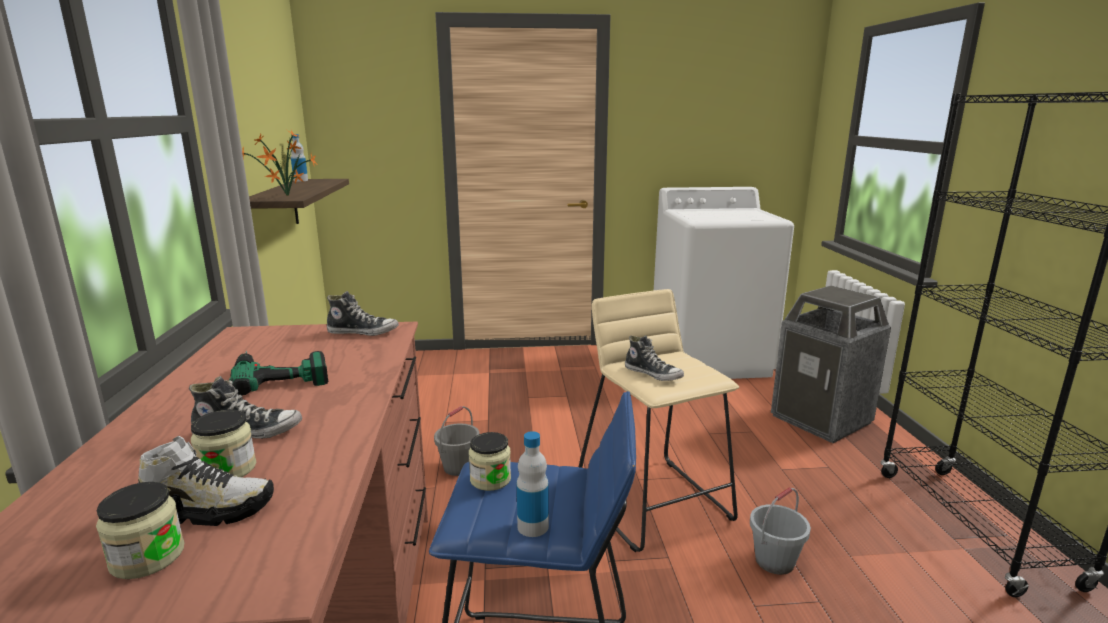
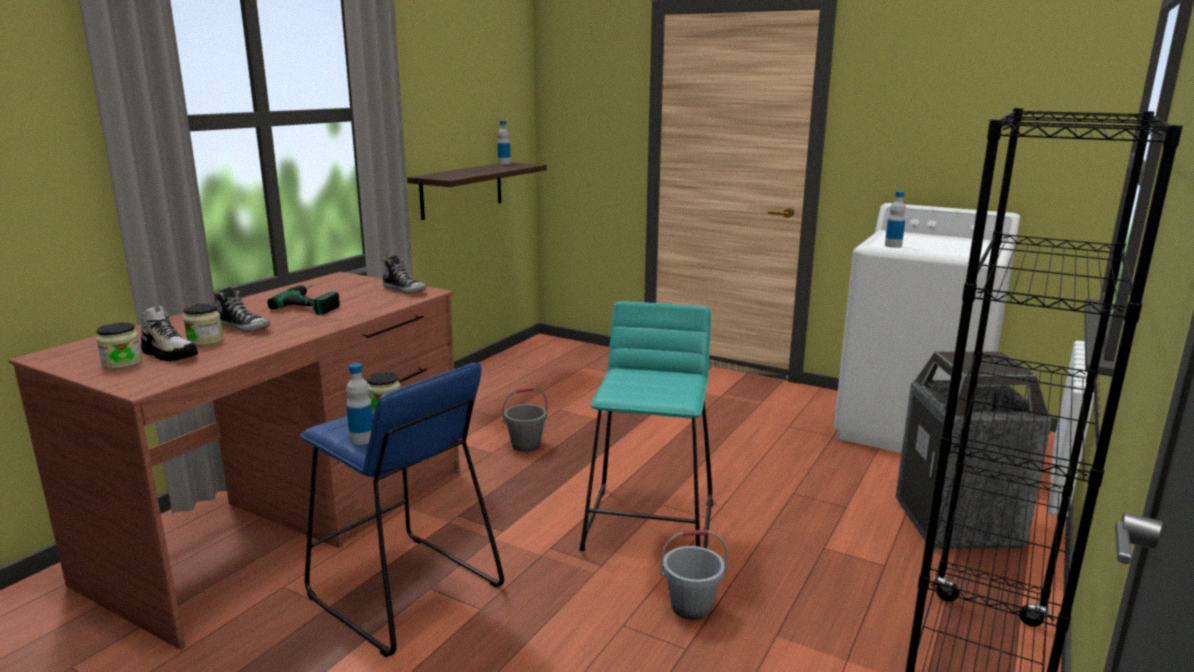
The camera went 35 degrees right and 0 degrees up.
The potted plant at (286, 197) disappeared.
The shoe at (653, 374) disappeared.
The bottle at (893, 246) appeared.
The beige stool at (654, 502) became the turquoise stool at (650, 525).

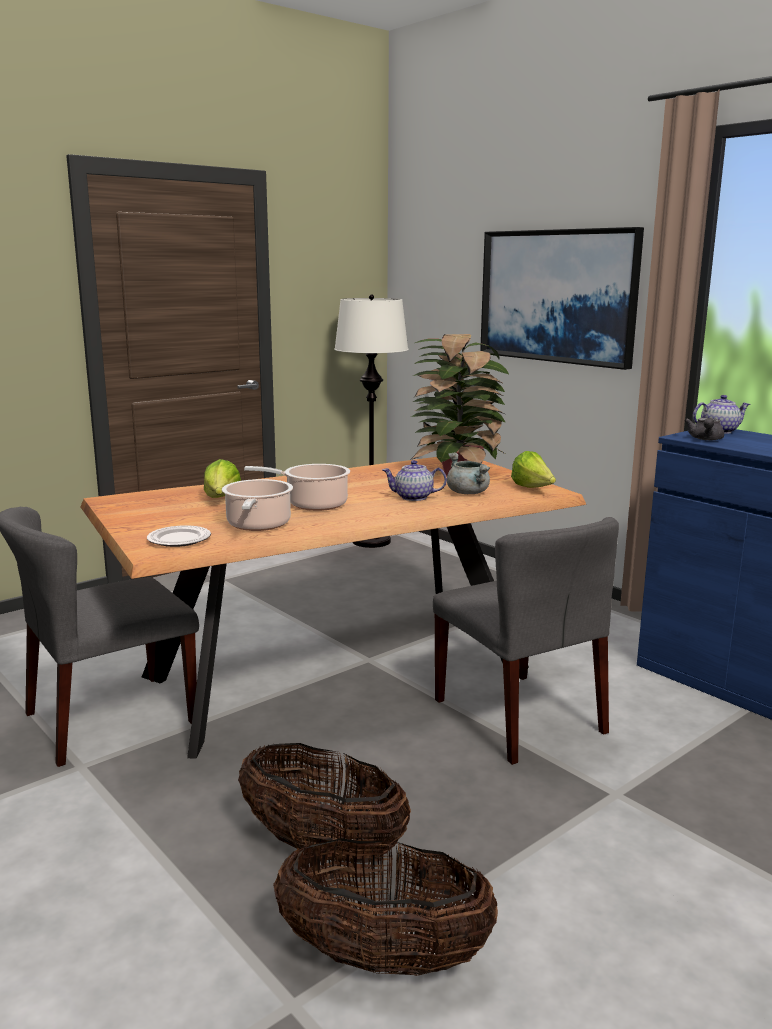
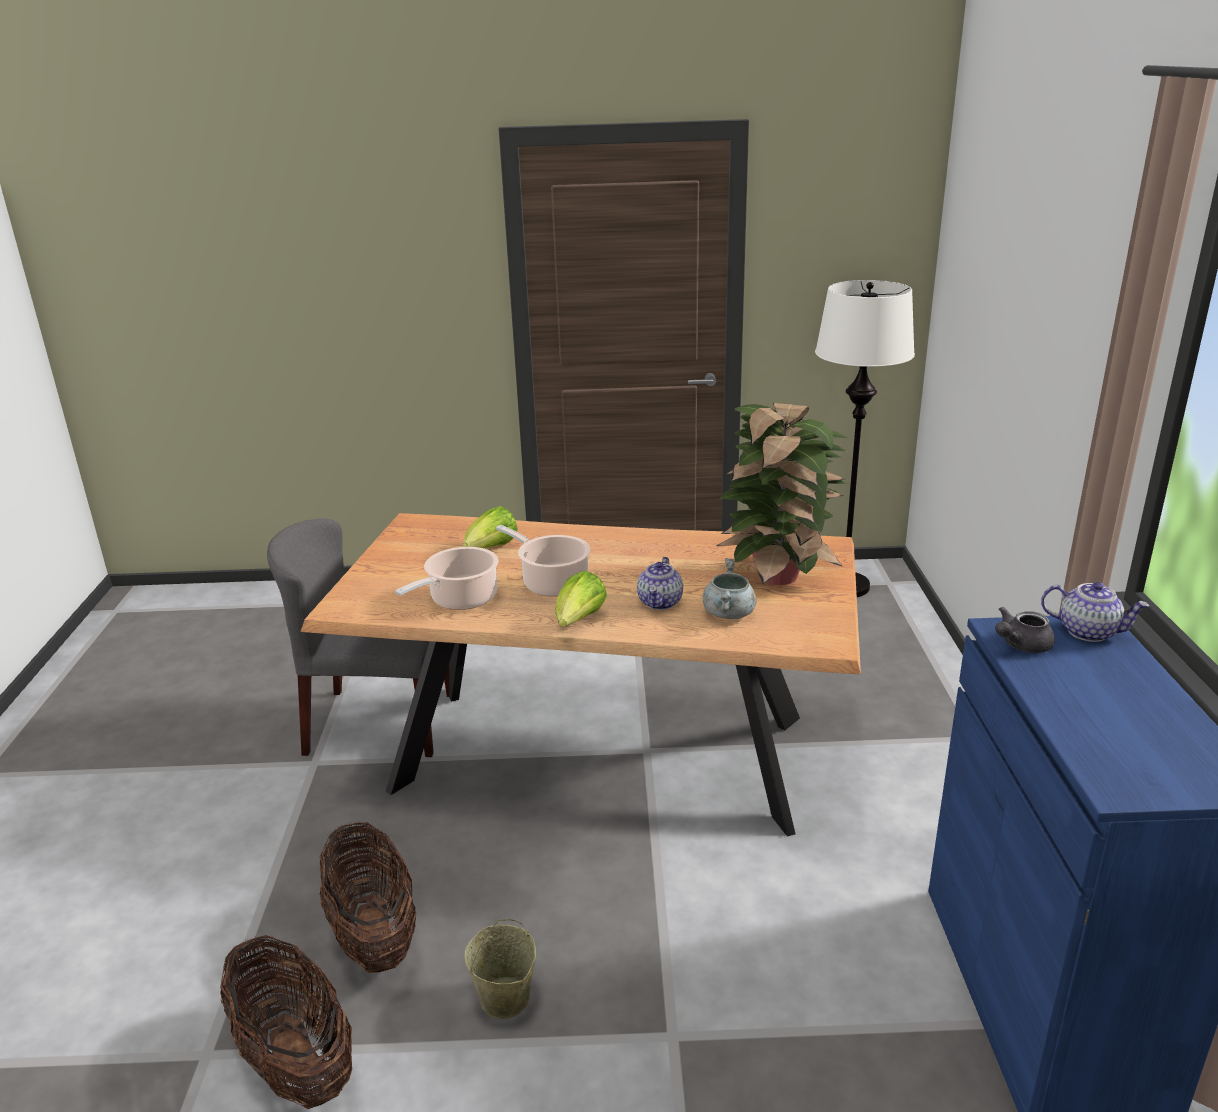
The camera went 40 degrees right and 10 degrees up.
The plate at (179, 539) disappeared.
The grey chair at (520, 716) disappeared.
The picture at (557, 296) disappeared.
The beige bucket at (505, 998) appeared.
The lettuce moved from (533, 489) to (579, 621).
The teapot at (413, 497) turned 120 degrees counterclockwise.

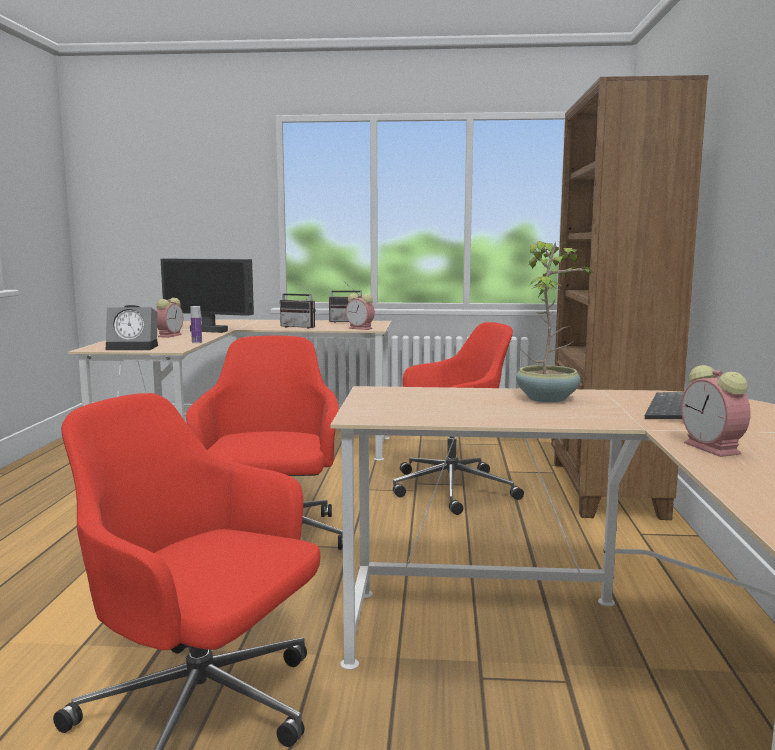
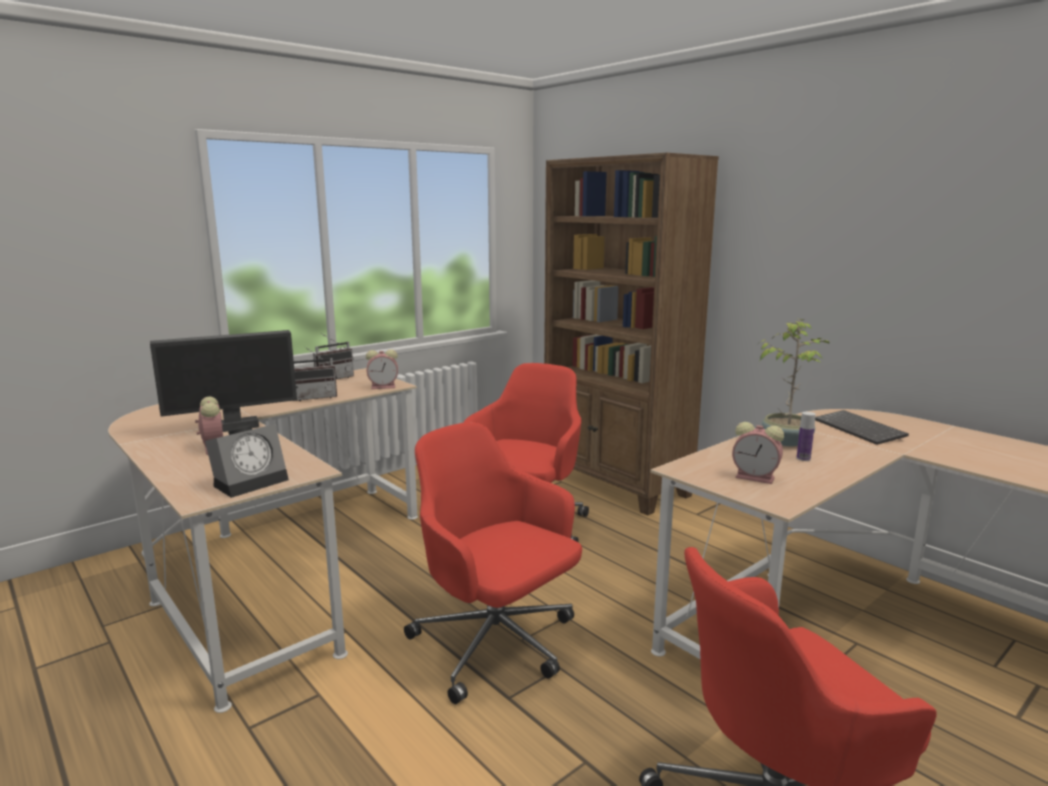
The camera went 45 degrees left and 5 degrees up.
The bottle moved from (197, 342) to (803, 458).
The alarm clock moved from (714, 449) to (756, 477).

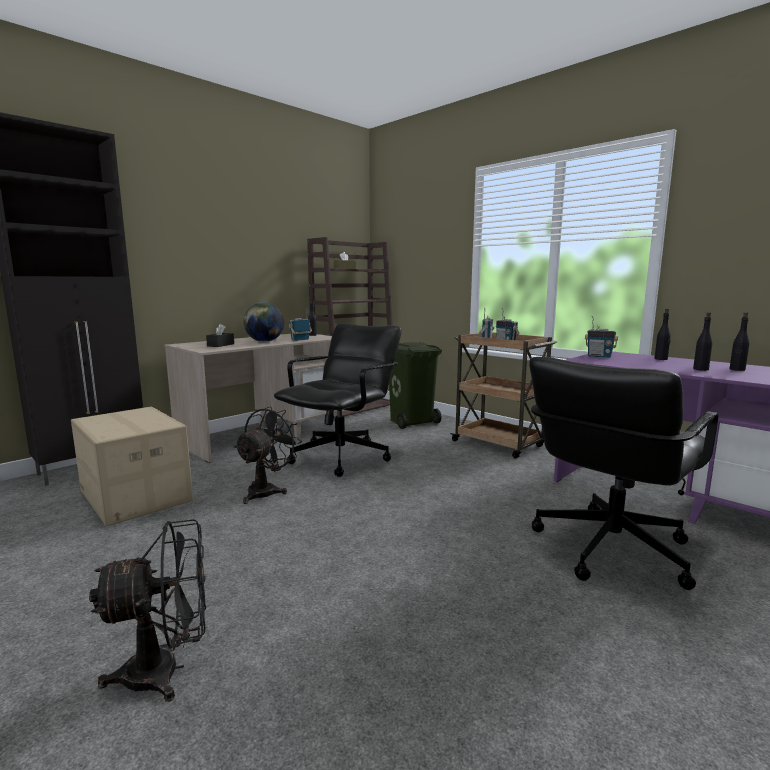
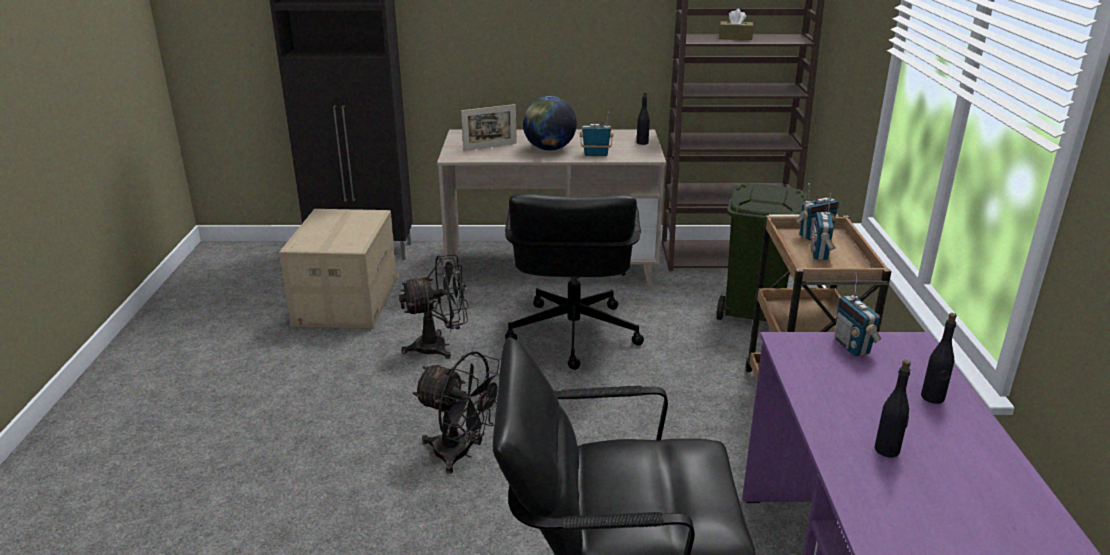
The camera went 45 degrees right and 15 degrees up.
The black bottle at (737, 369) disappeared.
The black fan moved from (167, 671) to (461, 454).
The black tissue box at (220, 345) was replaced by the picture frame at (490, 146).
The black office chair at (342, 457) turned 105 degrees clockwise.

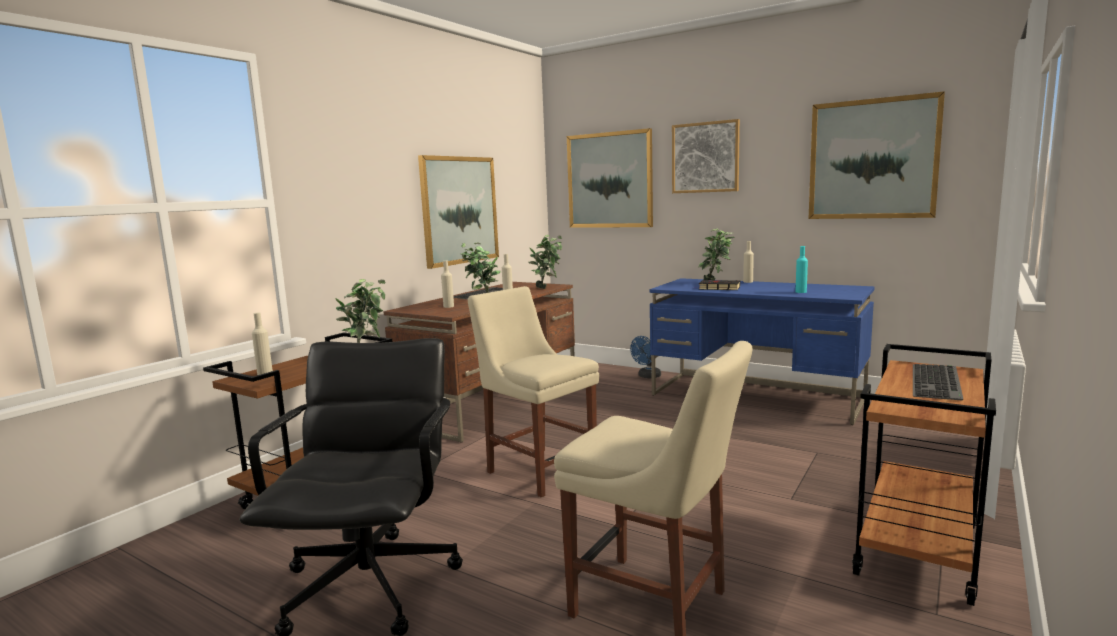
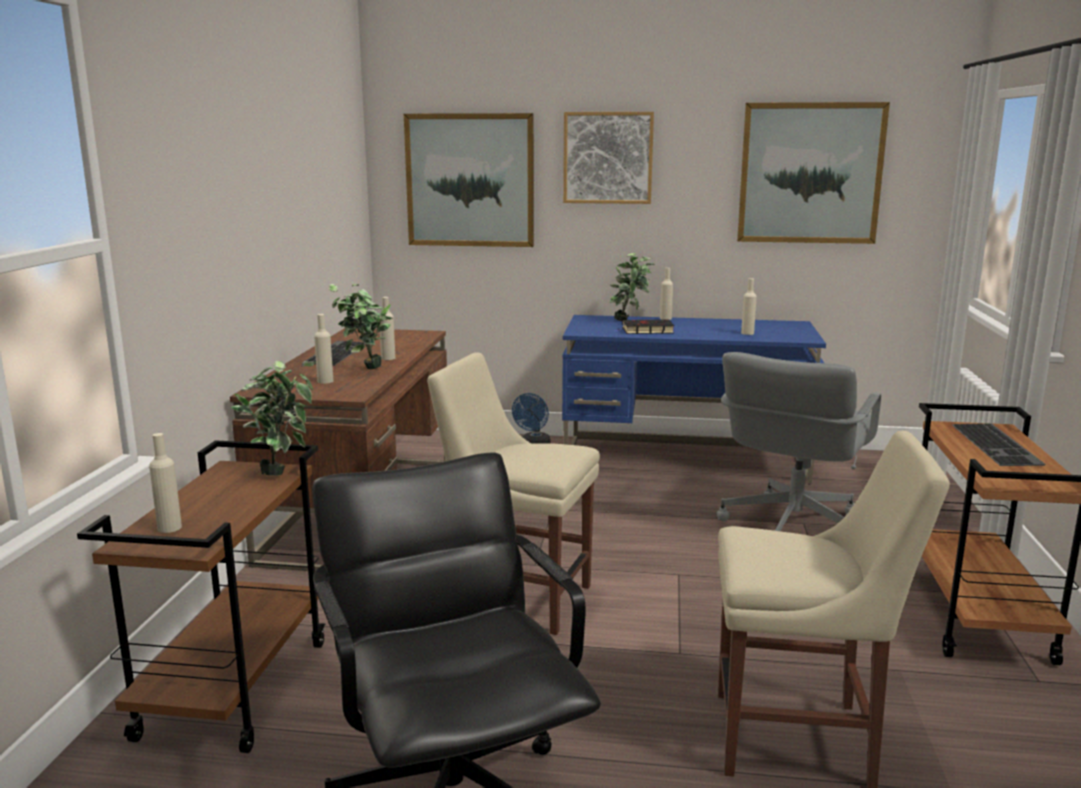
The camera went 25 degrees left and 5 degrees up.
The picture at (459, 210) disappeared.
The potted plant at (547, 288) disappeared.
The grey office chair at (791, 527) appeared.
The turquoise bottle at (801, 292) became the beige bottle at (747, 333).

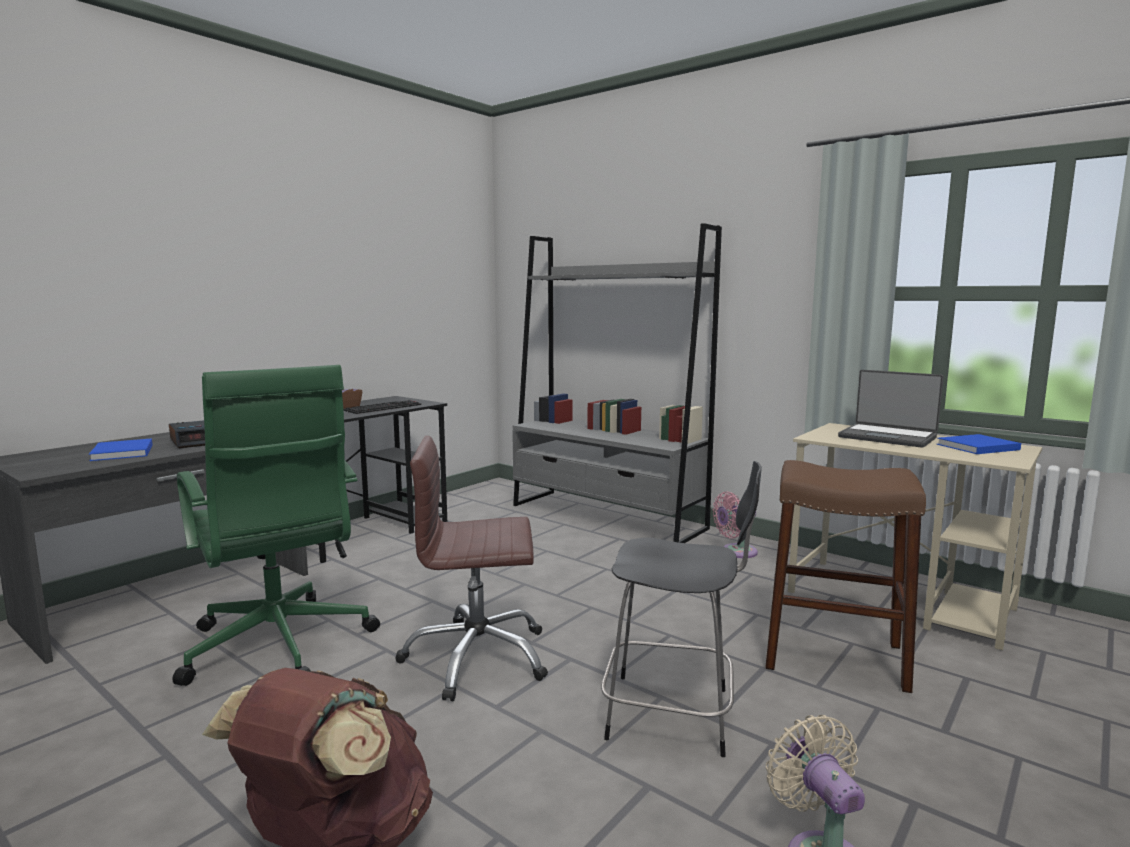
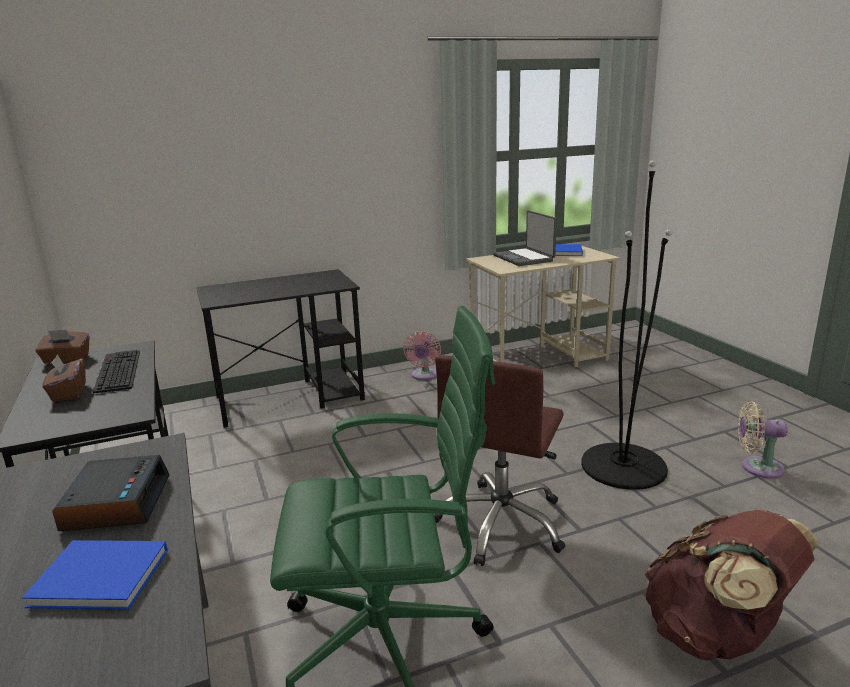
The camera went 60 degrees left and 10 degrees up.
The brown stool at (834, 656) disappeared.
The brown tissue box at (66, 360) appeared.
The grey bookcase at (606, 517) was replaced by the black desk at (291, 398).
The black chair at (674, 714) was replaced by the black floor lamp at (623, 466).
The laptop at (888, 437) turned 90 degrees clockwise.

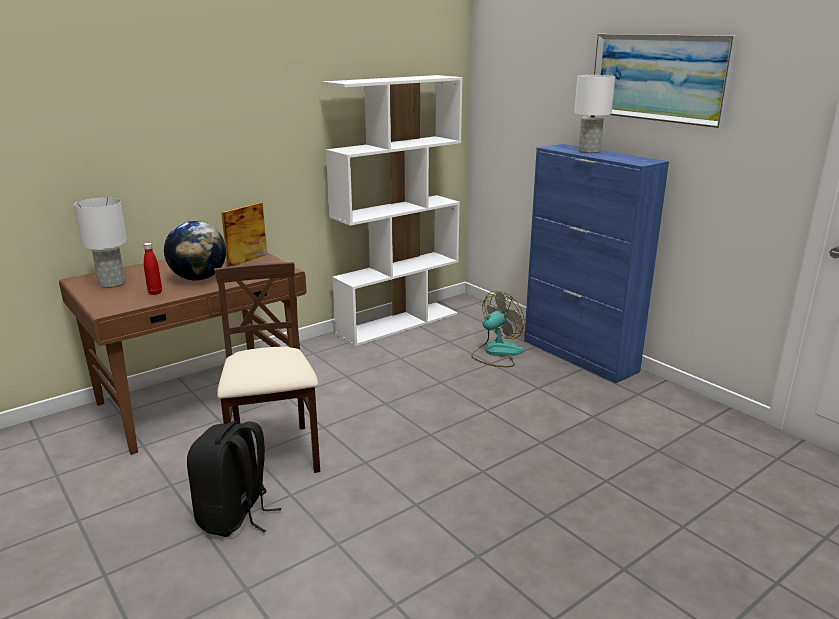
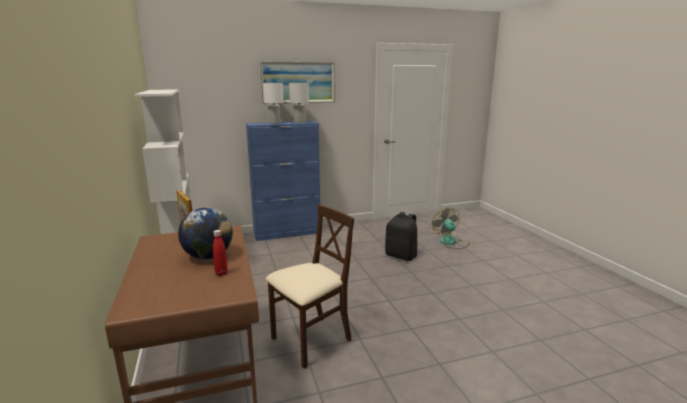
The camera went 70 degrees left and 5 degrees down.
The white table lamp moved from (112, 283) to (299, 122).
The black backpack moved from (235, 516) to (401, 256).
The fan moved from (496, 353) to (451, 242).
The beige chair at (274, 454) turned 135 degrees clockwise.

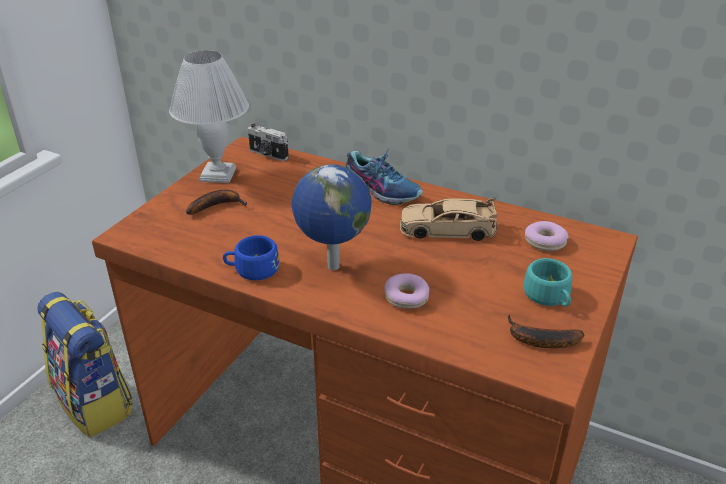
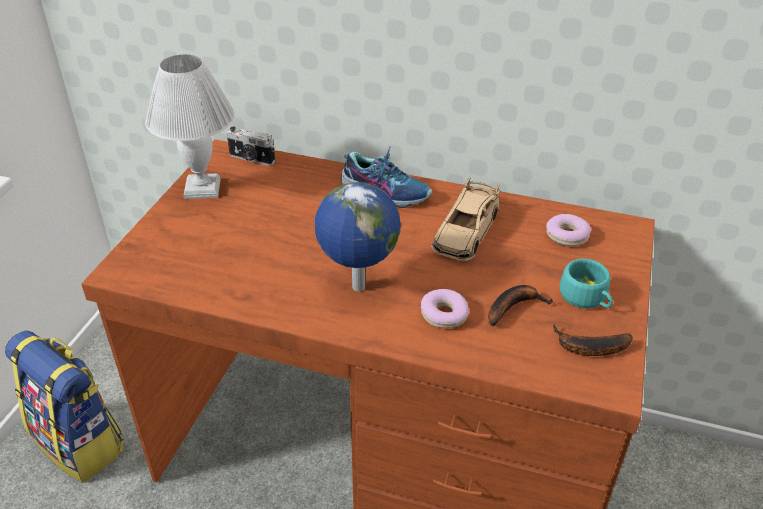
The camera went 10 degrees left and 5 degrees up.
The blue cup at (252, 269) disappeared.
The banana moved from (217, 205) to (513, 306).
The beige toy car at (448, 229) turned 60 degrees counterclockwise.

